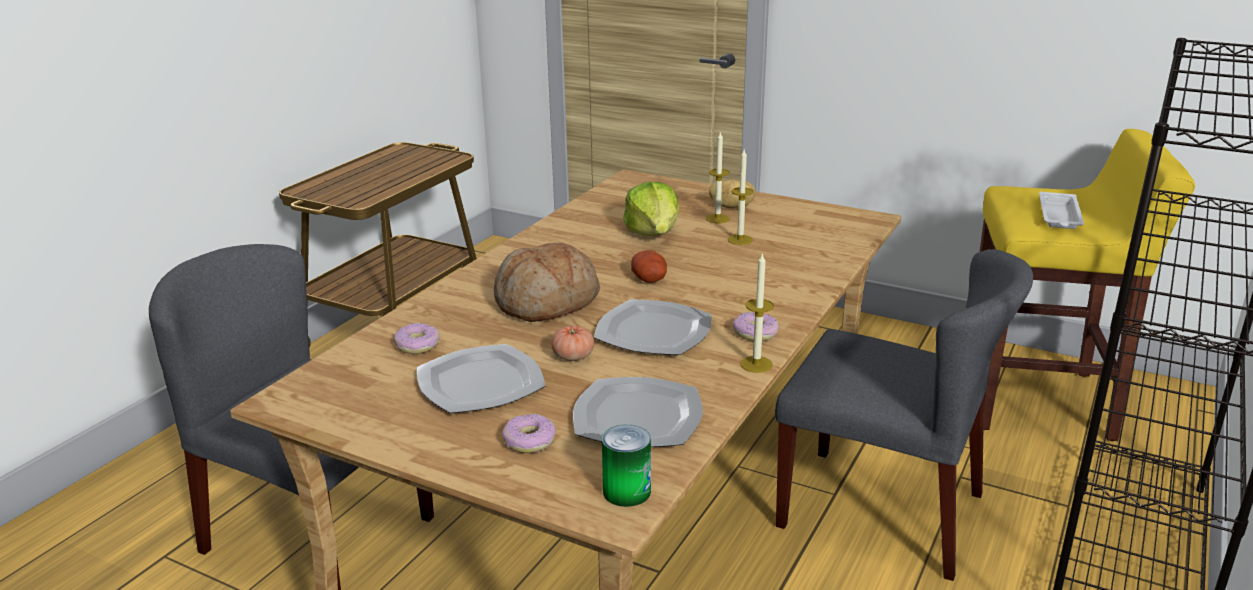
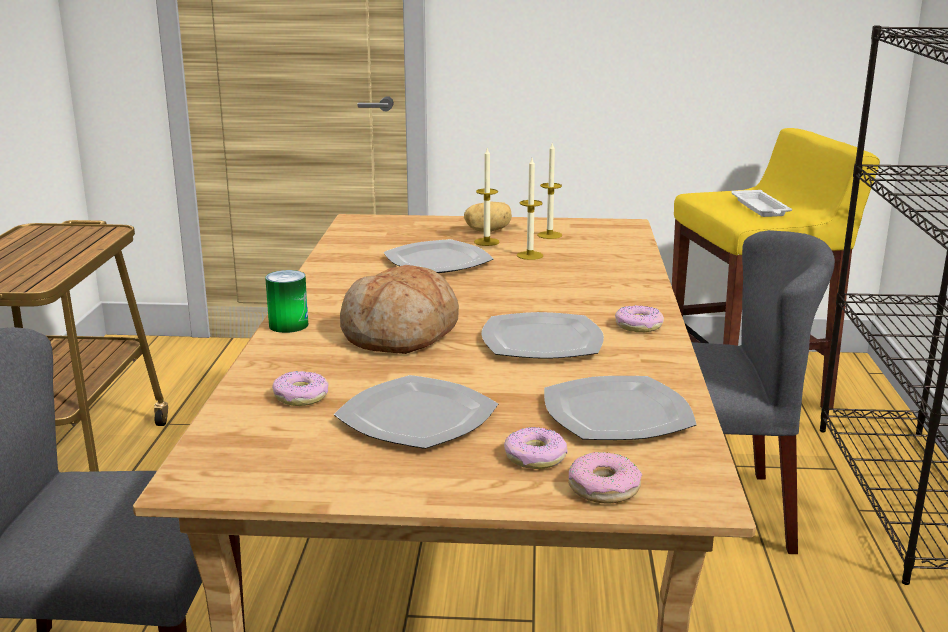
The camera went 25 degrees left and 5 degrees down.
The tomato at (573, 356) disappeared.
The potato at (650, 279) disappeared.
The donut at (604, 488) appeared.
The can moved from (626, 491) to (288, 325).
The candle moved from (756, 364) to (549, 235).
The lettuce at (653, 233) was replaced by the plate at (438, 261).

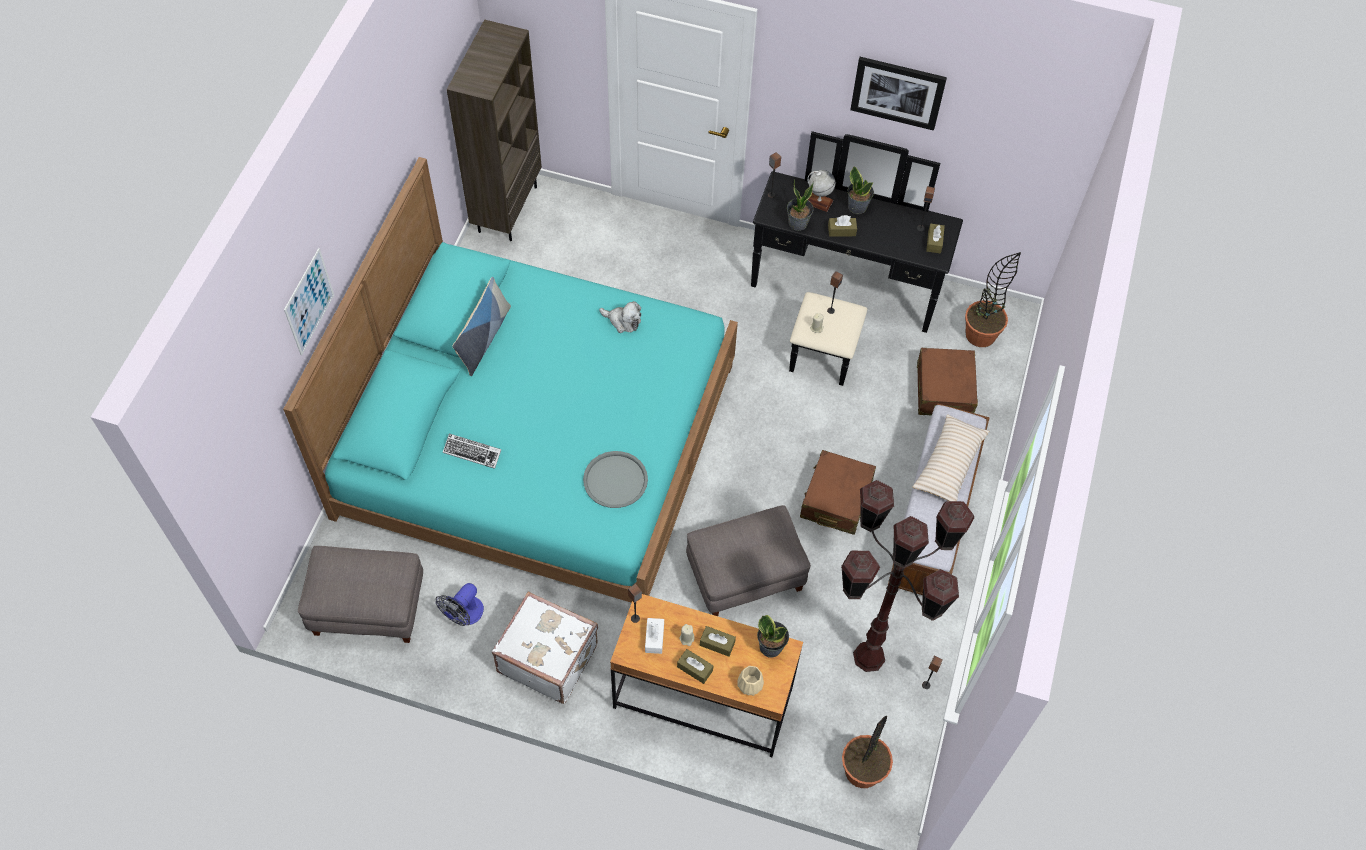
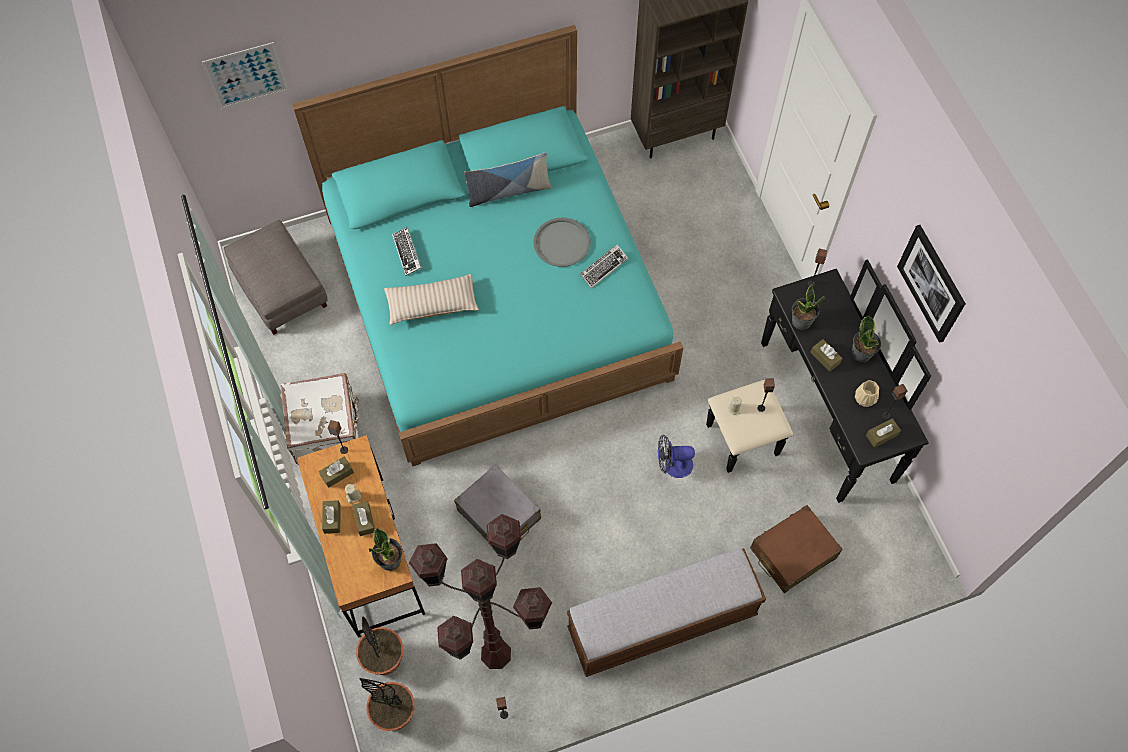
The camera went 55 degrees right and 5 degrees up.
The brown suitcase at (836, 499) disappeared.
The globe at (819, 202) disappeared.
The picture moved from (309, 302) to (246, 75).
The fan moved from (464, 615) to (672, 465).
The grey tray moved from (615, 480) to (562, 243).
The beige vase moved from (750, 684) to (865, 398).
The beige pillow moved from (949, 464) to (432, 304).
The potted plant moved from (980, 335) to (384, 658).
The plush toy at (623, 321) was replaced by the keyboard at (603, 268).
The grey ottoman at (745, 572) was replaced by the grey suitcase at (499, 514).
The white tissue box at (654, 638) became the brown tissue box at (337, 474).

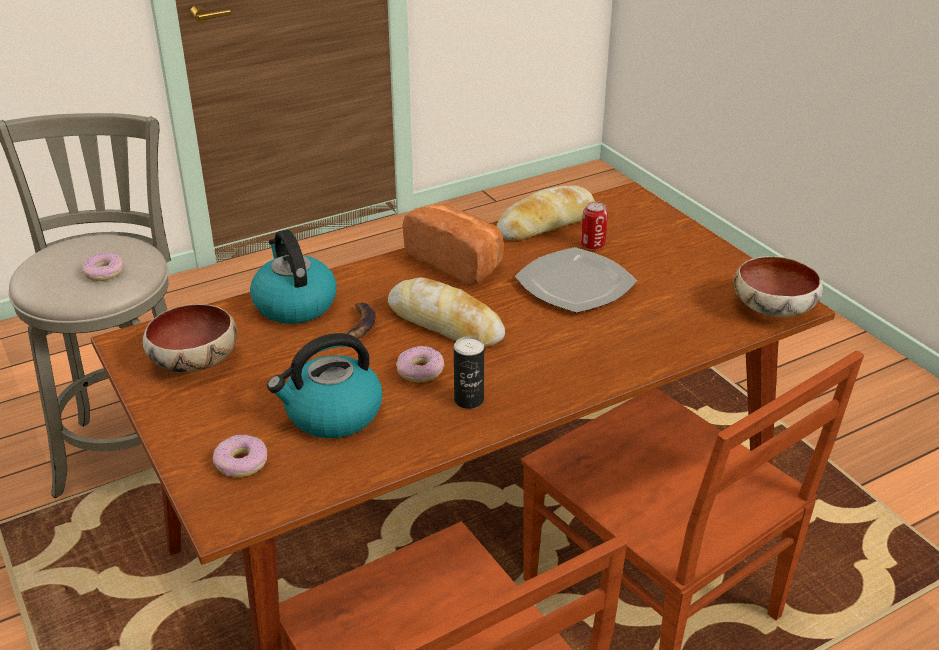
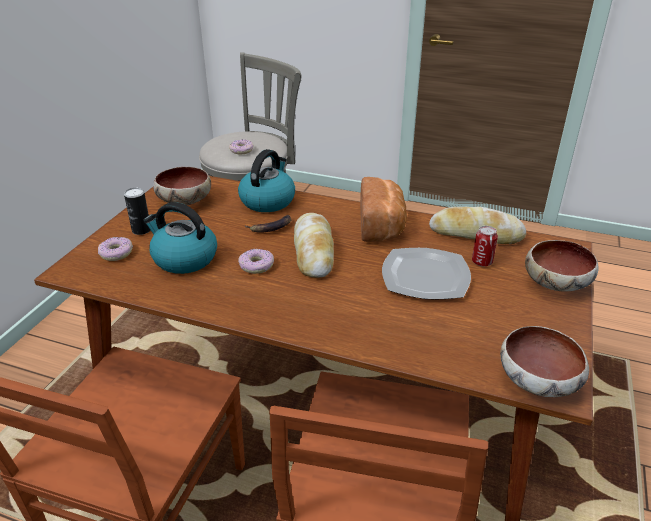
The camera went 50 degrees right and 0 degrees up.
The bowl at (556, 282) appeared.
The can moved from (469, 400) to (141, 230).

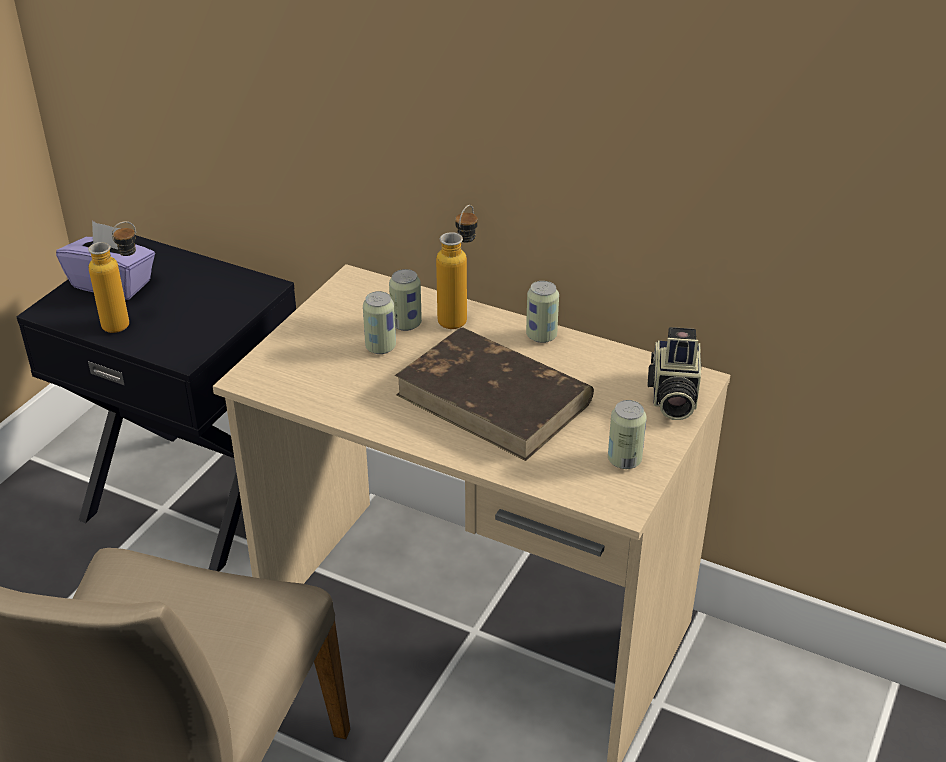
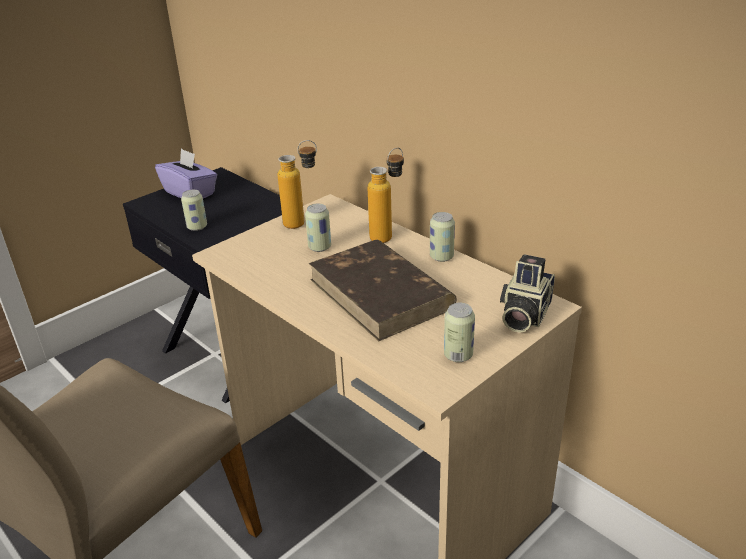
The camera went 20 degrees right and 5 degrees down.
The bottle moved from (127, 322) to (303, 223).
The can moved from (406, 324) to (197, 227).

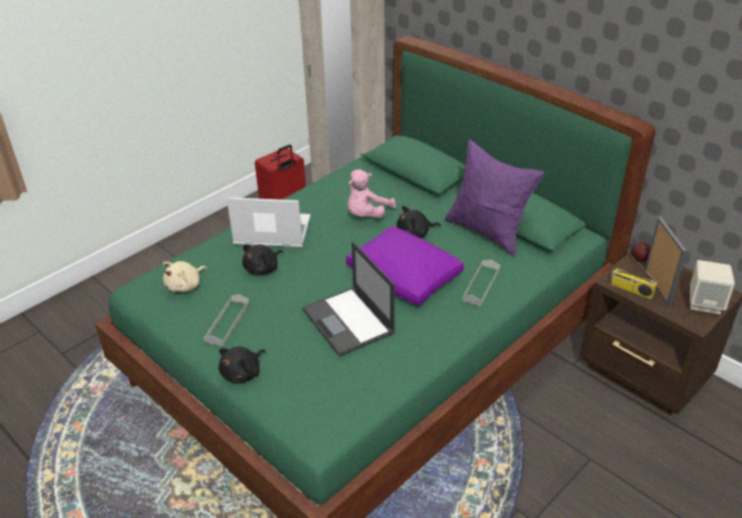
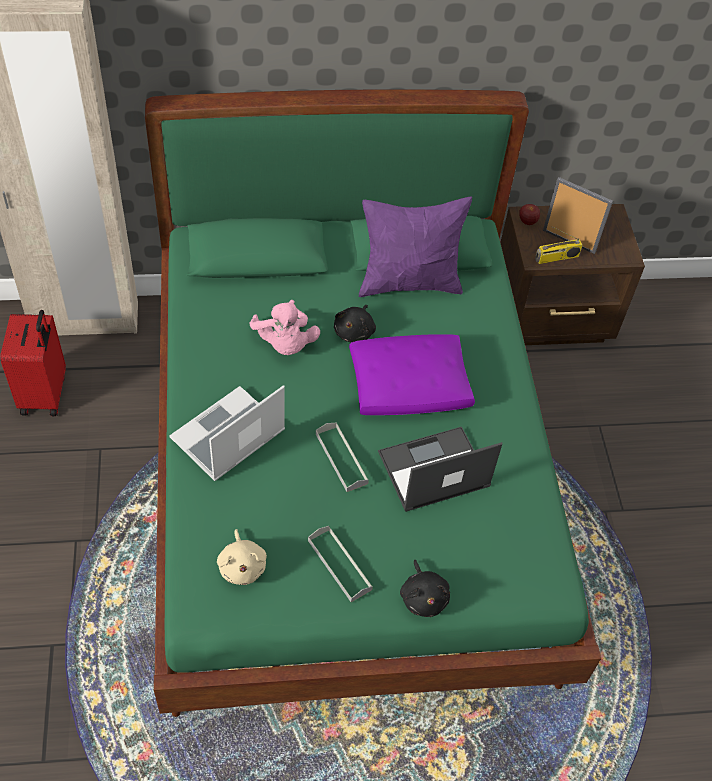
The camera went 55 degrees left and 15 degrees up.
The black plush toy at (263, 269) disappeared.
The beige speaker at (705, 303) disappeared.
The grey tray moved from (481, 285) to (341, 458).
The laptop at (349, 322) turned 150 degrees clockwise.

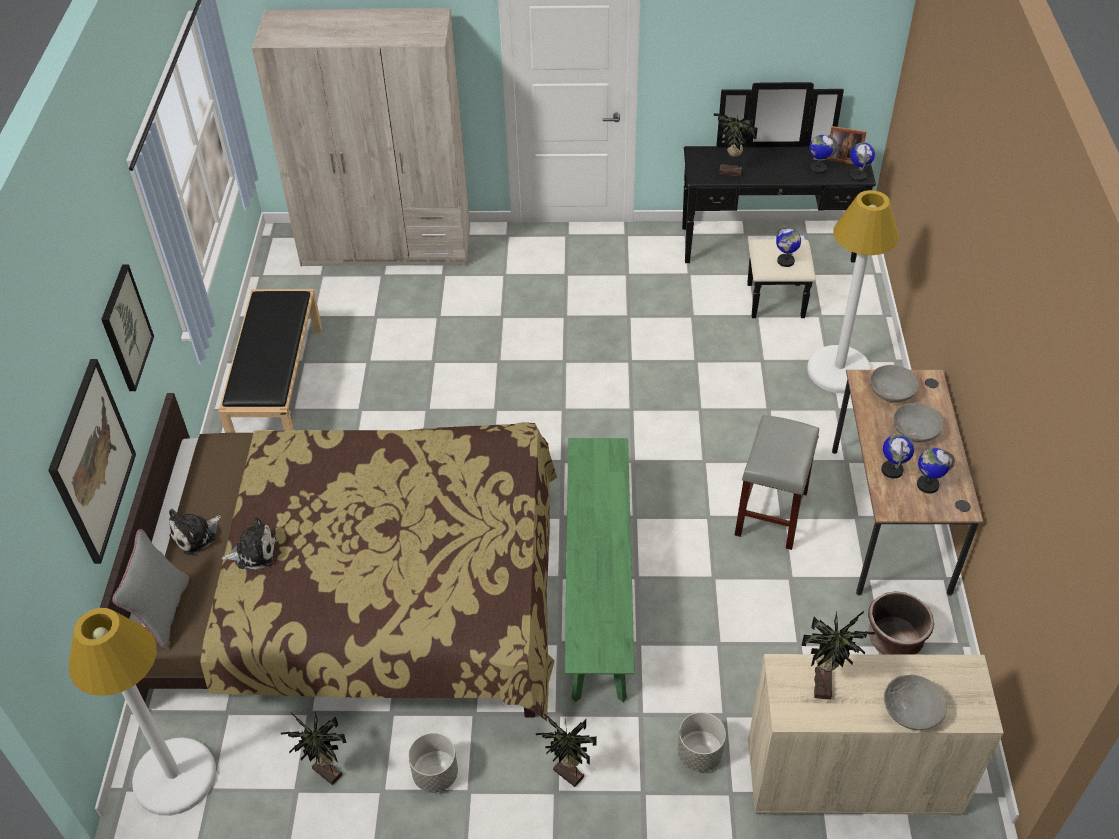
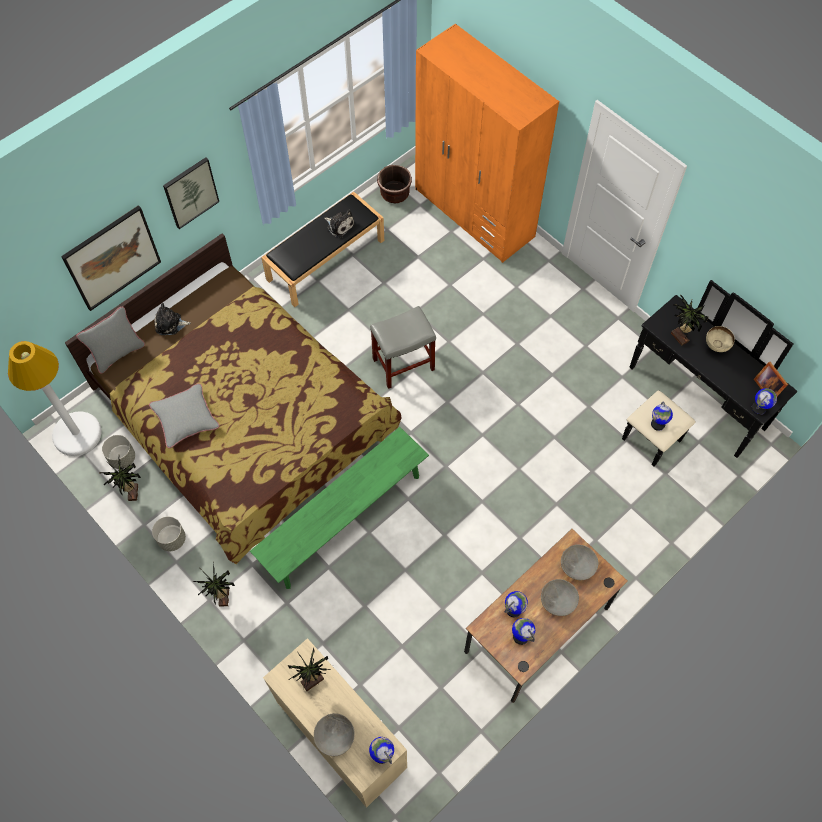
The camera went 45 degrees right and 15 degrees up.
The white floor lamp at (839, 370) disappeared.
The grey pillow at (185, 418) appeared.
The beige bowl at (716, 346) appeared.
The plush toy moved from (253, 552) to (339, 226).
The grey planter moved from (699, 754) to (122, 458).
The grey stool moved from (771, 512) to (404, 364).
The globe moved from (818, 168) to (382, 754).
The brown planter moved from (894, 640) to (395, 193).
The beige wardrobe at (387, 246) became the orange wardrobe at (474, 213).

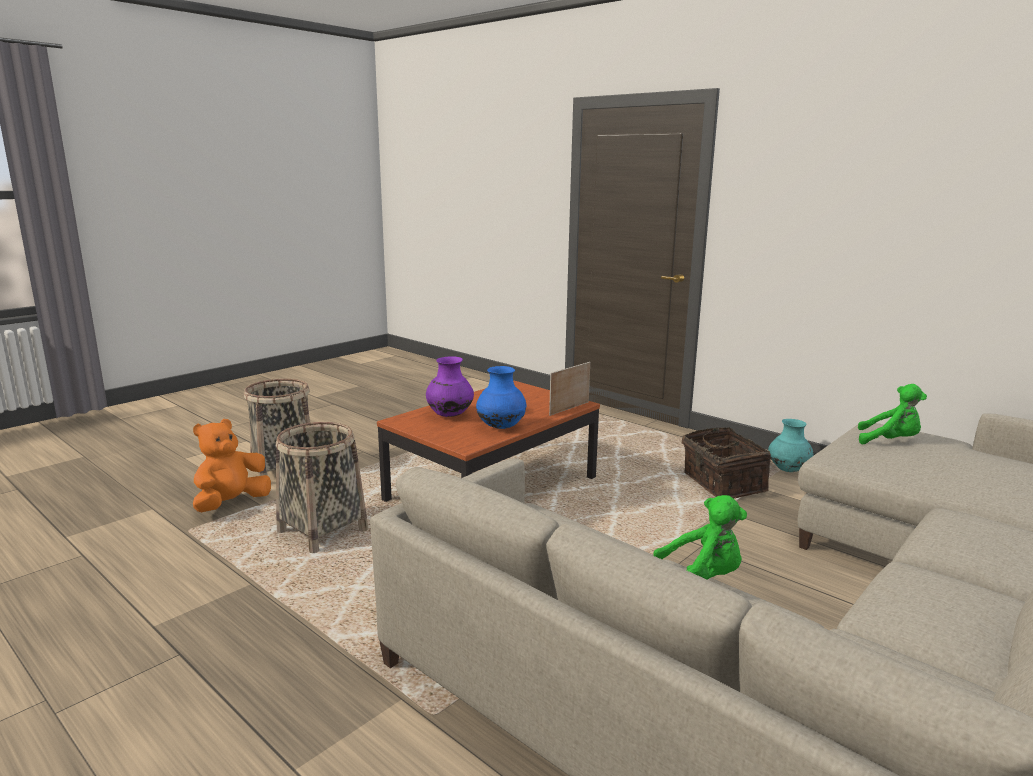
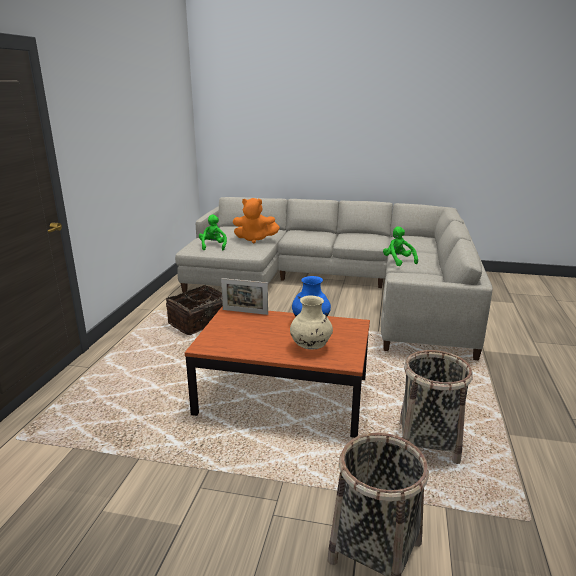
The camera went 120 degrees left and 5 degrees up.
The turquoise vase at (788, 470) disappeared.
The orange plush toy moved from (231, 503) to (255, 239).
The purple vase at (450, 415) became the beige vase at (311, 347).

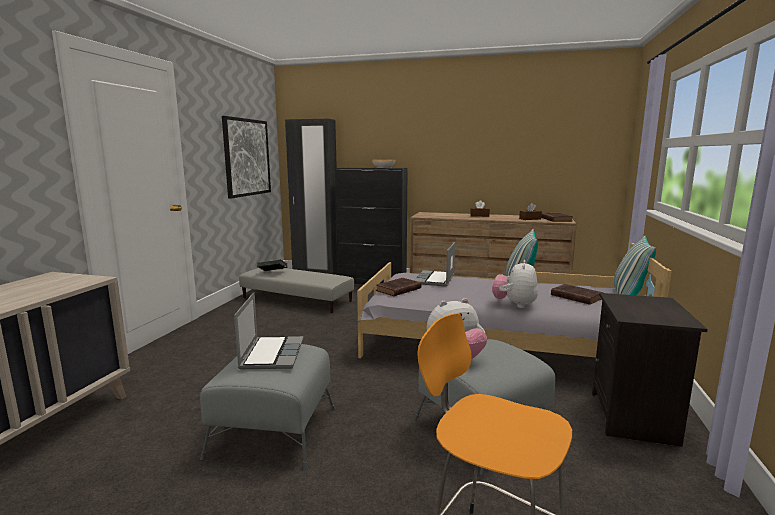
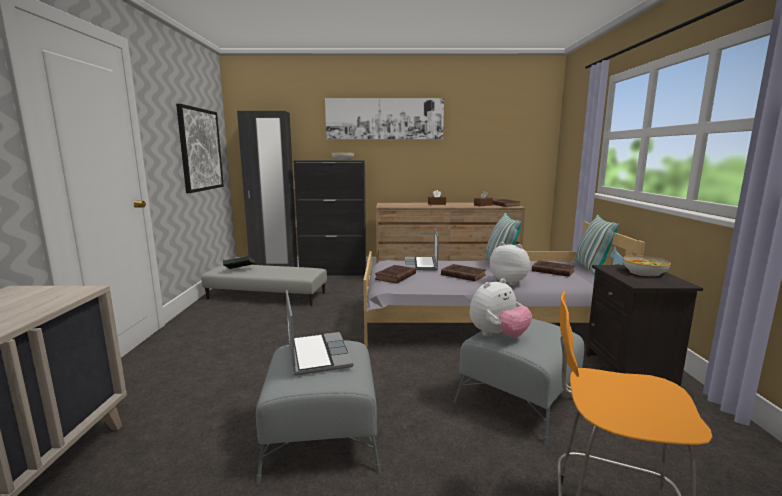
The camera went 15 degrees left and 0 degrees up.
The picture at (384, 119) appeared.
The brown book at (462, 275) appeared.
The bowl at (644, 272) appeared.
The plush toy at (514, 305) turned 120 degrees clockwise.

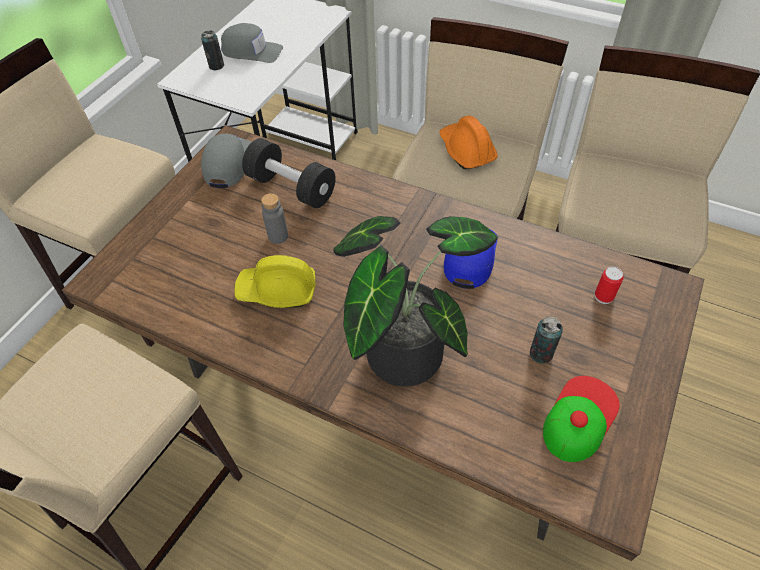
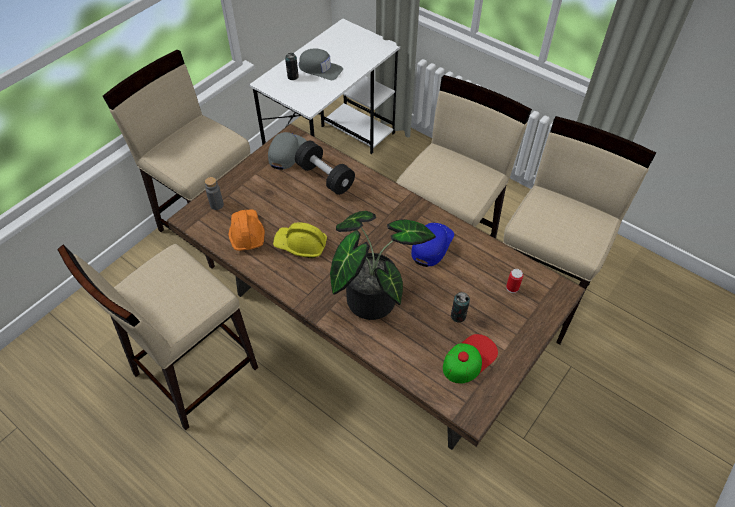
The camera went 10 degrees right and 0 degrees up.
The grey bottle moved from (278, 236) to (217, 205).
The orange hard hat moved from (466, 151) to (246, 233).

